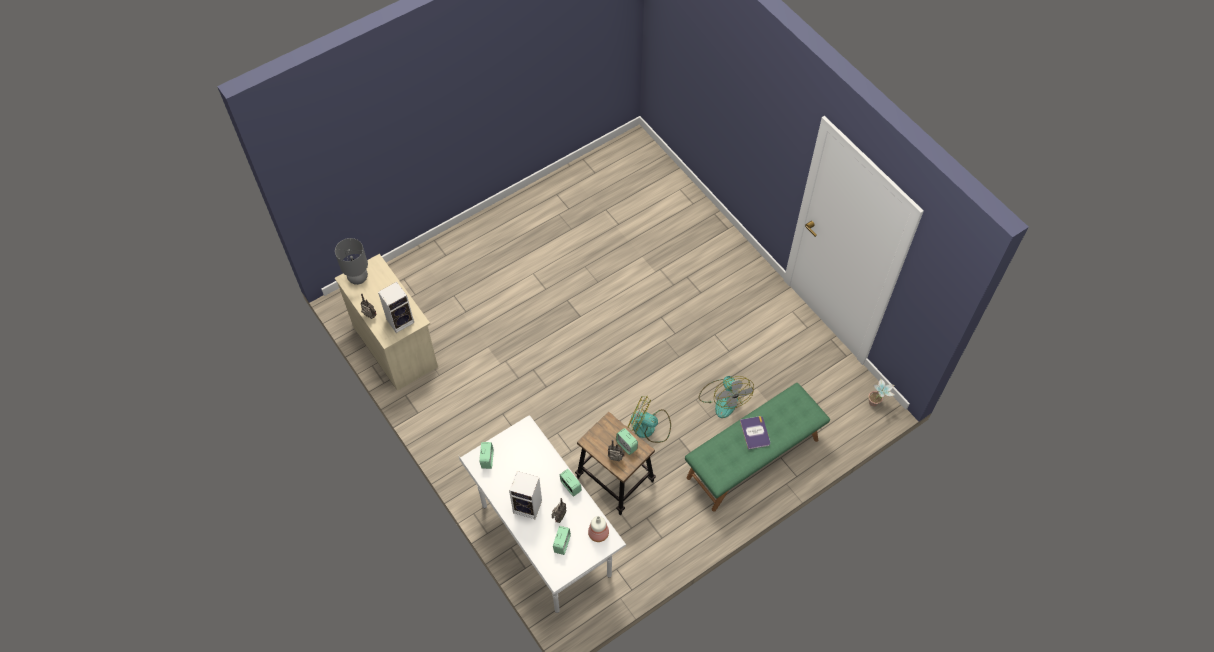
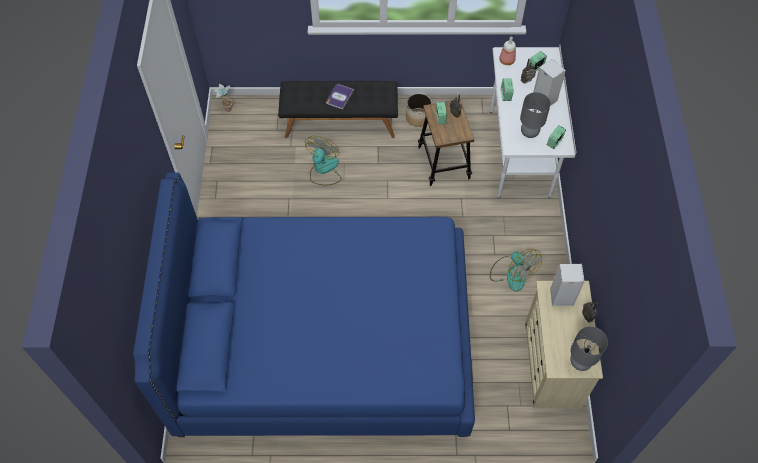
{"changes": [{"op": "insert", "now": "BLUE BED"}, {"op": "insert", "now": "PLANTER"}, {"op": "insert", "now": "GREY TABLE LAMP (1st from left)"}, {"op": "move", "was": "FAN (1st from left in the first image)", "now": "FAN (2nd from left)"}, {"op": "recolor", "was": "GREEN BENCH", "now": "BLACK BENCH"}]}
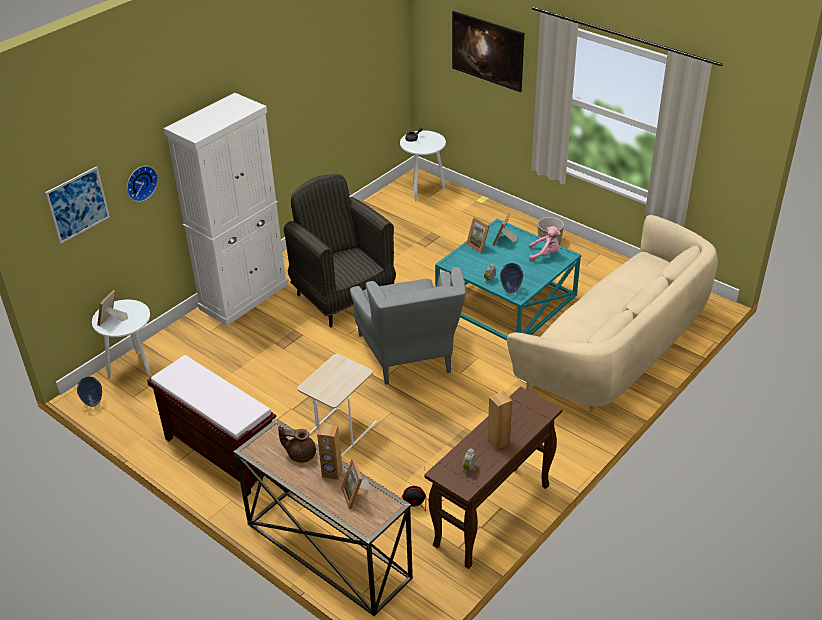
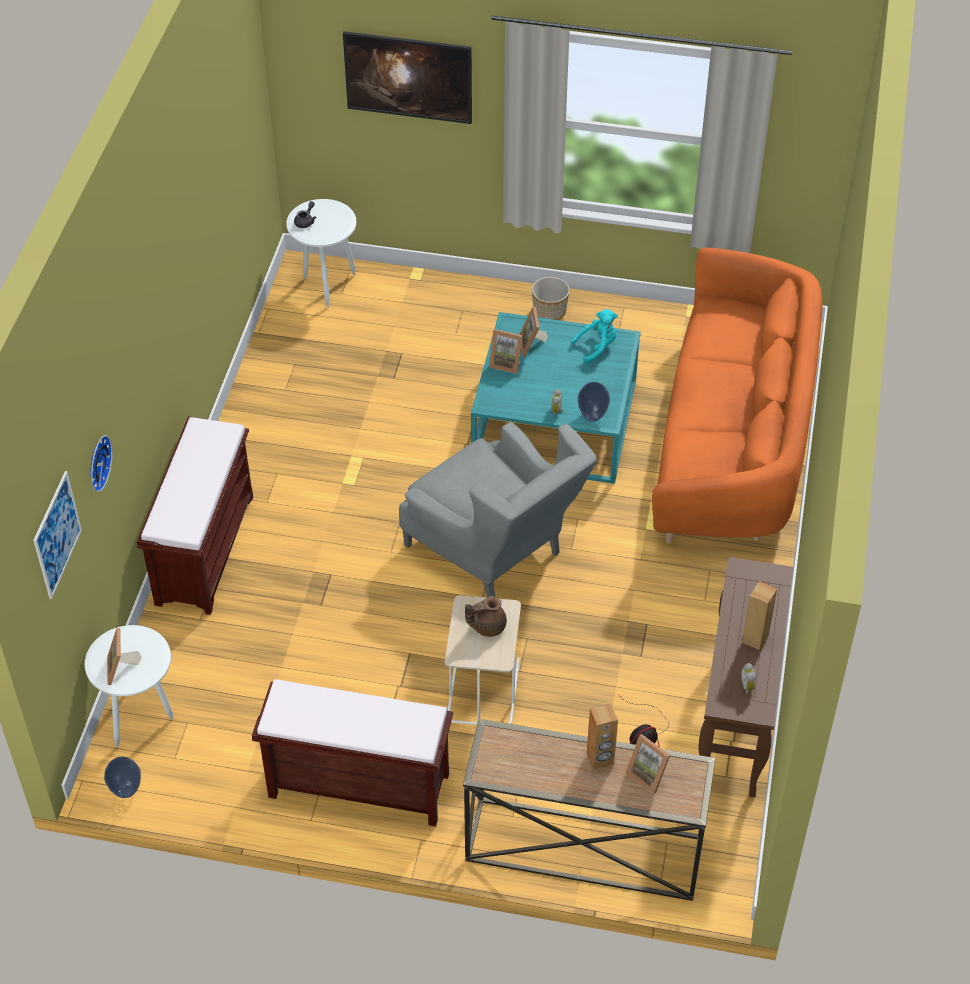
{"changes": [{"op": "delete", "was": "GREY ARMCHAIR (1st from left)"}, {"op": "move", "was": "BROWN TEAPOT"}, {"op": "replace", "was": "WHITE CABINET", "now": "BROWN BENCH (1st from left)"}, {"op": "recolor", "was": "BEIGE SOFA", "now": "ORANGE SOFA"}, {"op": "recolor", "was": "PINK PLUSH TOY", "now": "TURQUOISE PLUSH TOY"}]}
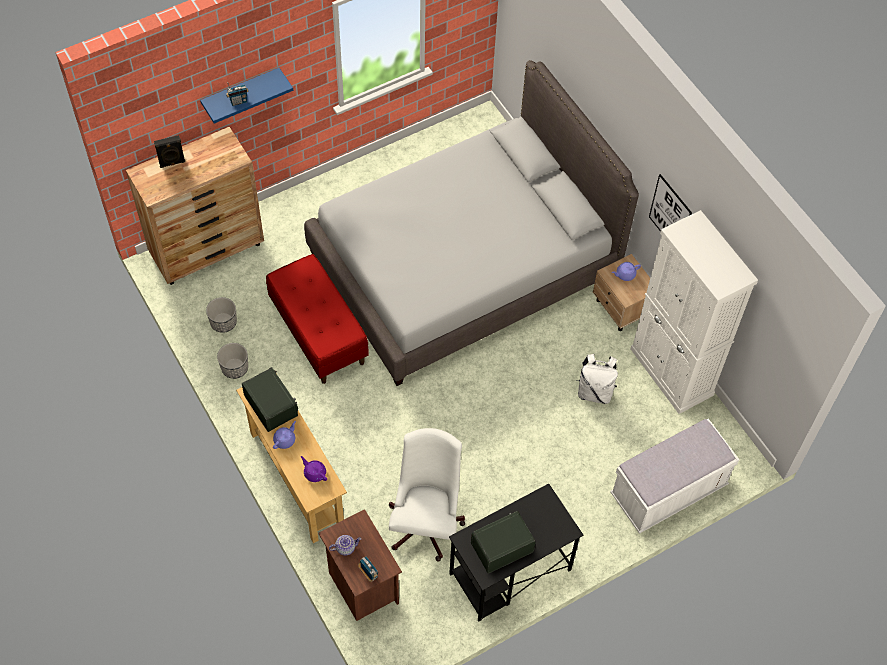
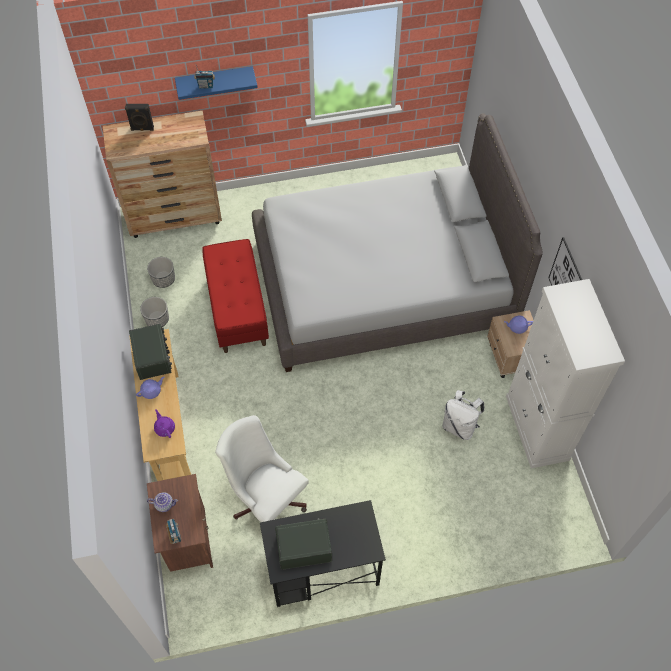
{"changes": [{"op": "delete", "was": "WHITE BENCH"}, {"op": "rotate", "was": "WHITE OFFICE CHAIR", "clockwise": -75}]}
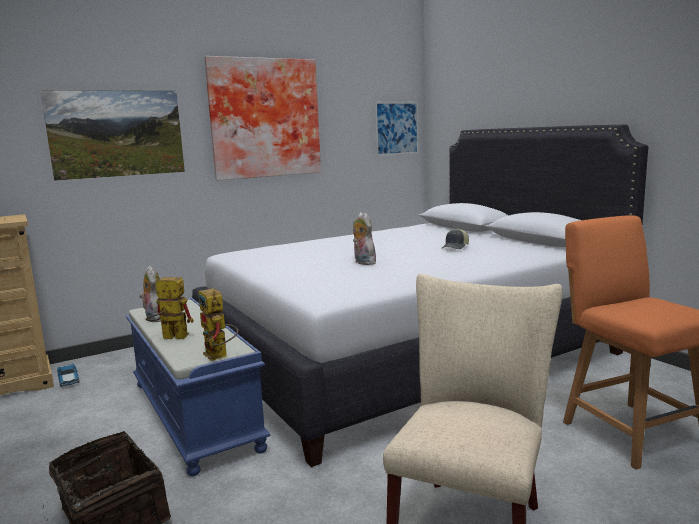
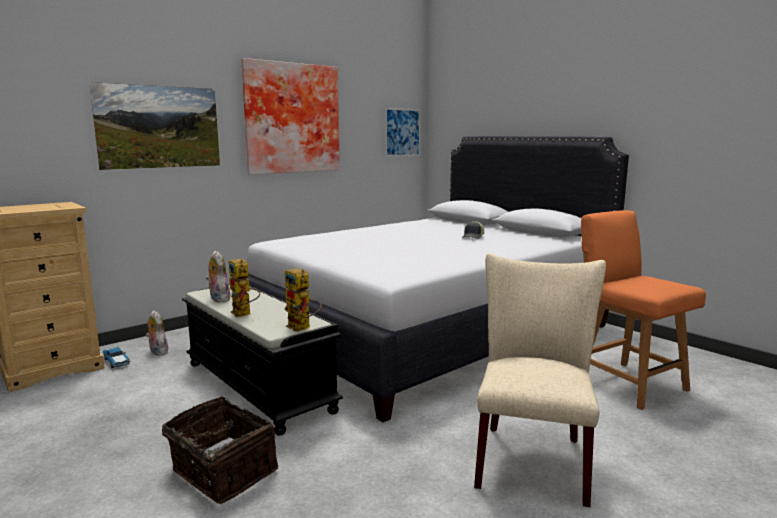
{"changes": [{"op": "move", "was": "PLUSH TOY (2nd from left in the first image)", "now": "PLUSH TOY (1st from left)"}, {"op": "recolor", "was": "BLUE BENCH", "now": "BLACK BENCH"}, {"op": "rotate", "was": "TOY ROBOT (1st from left)", "clockwise": -120}]}
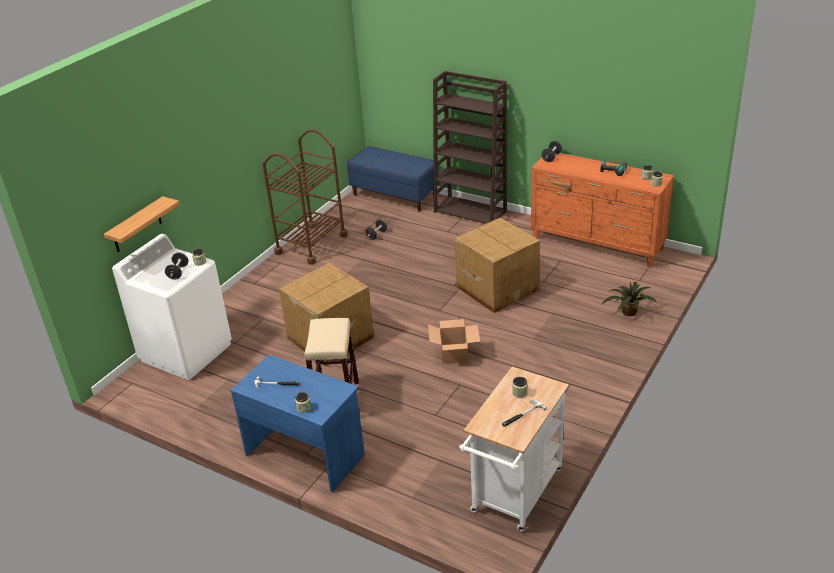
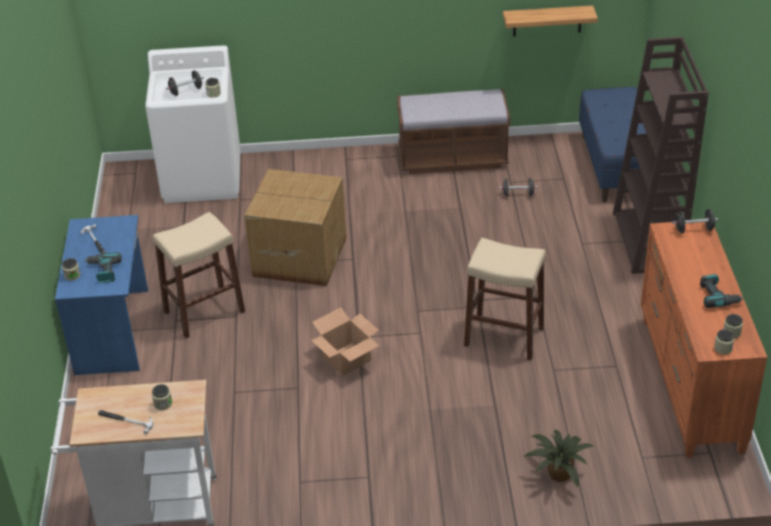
{"changes": [{"op": "insert", "now": "POWER DRILL (1st from left)"}, {"op": "move", "was": "SHELF"}, {"op": "replace", "was": "BROWN CART", "now": "BROWN BENCH"}, {"op": "replace", "was": "CARDBOARD BOX (3rd from left)", "now": "BEIGE STOOL (2nd from left)"}]}
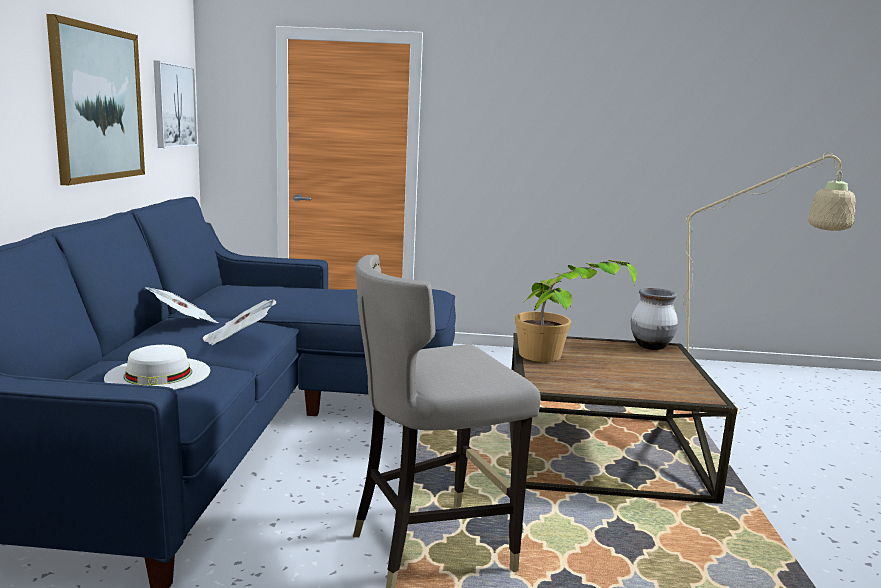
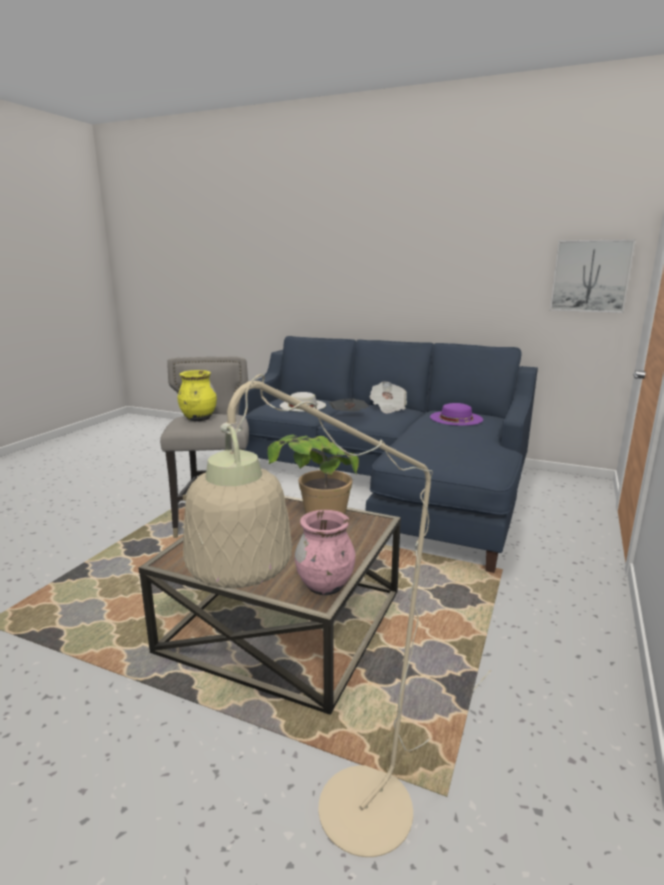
{"changes": [{"op": "delete", "was": "PICTURE (1st from left)"}, {"op": "insert", "now": "YELLOW VASE"}, {"op": "insert", "now": "PURPLE HAT"}, {"op": "recolor", "was": "GREY VASE", "now": "PINK VASE"}]}
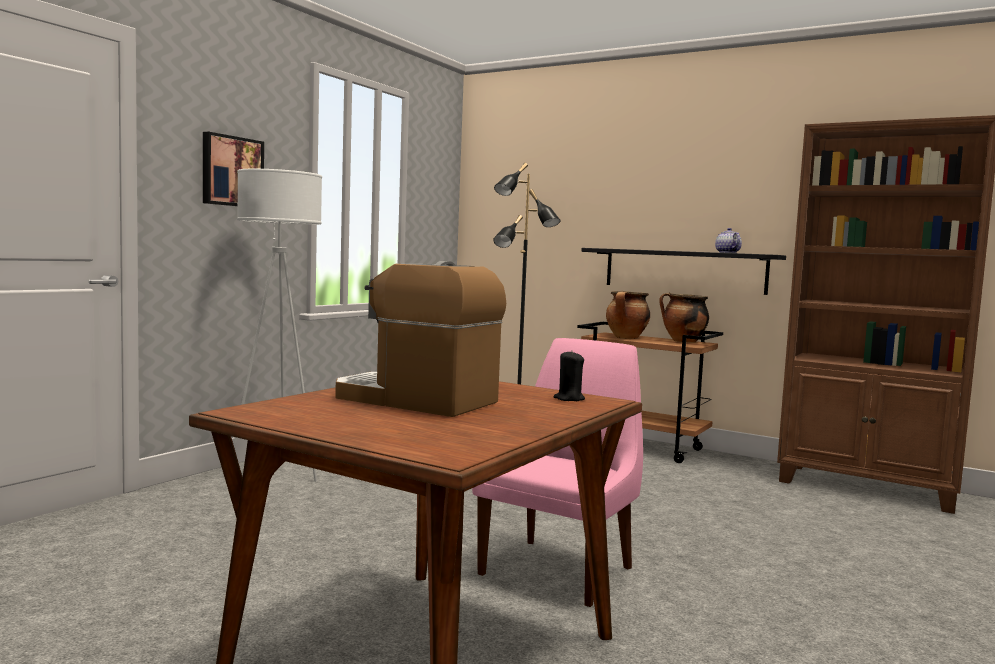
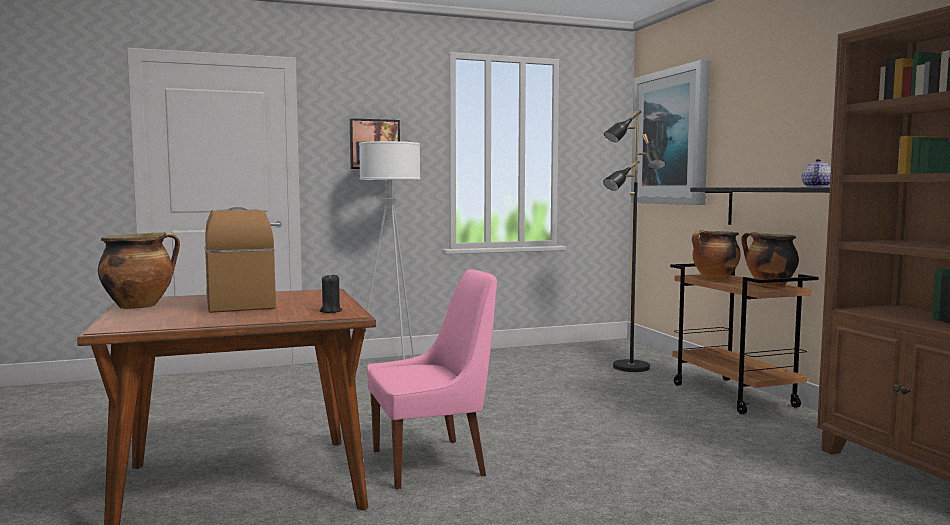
{"changes": [{"op": "insert", "now": "COOKING POT (1st from left)"}, {"op": "insert", "now": "PICTURE (2nd from left)"}]}
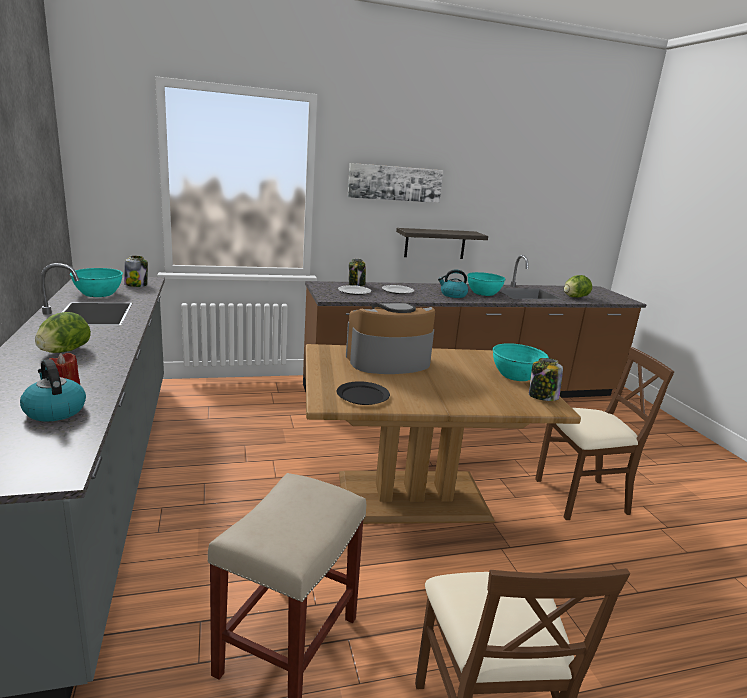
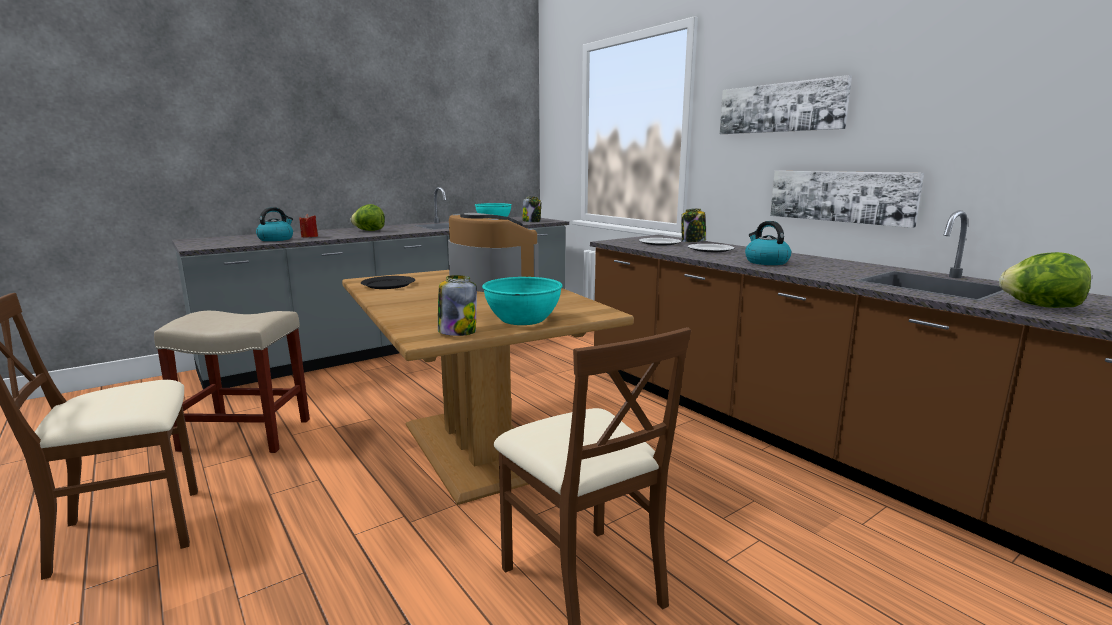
{"changes": [{"op": "delete", "was": "TURQUOISE BOWL (2nd from left)"}, {"op": "replace", "was": "SHELF", "now": "PICTURE (2nd from left)"}]}
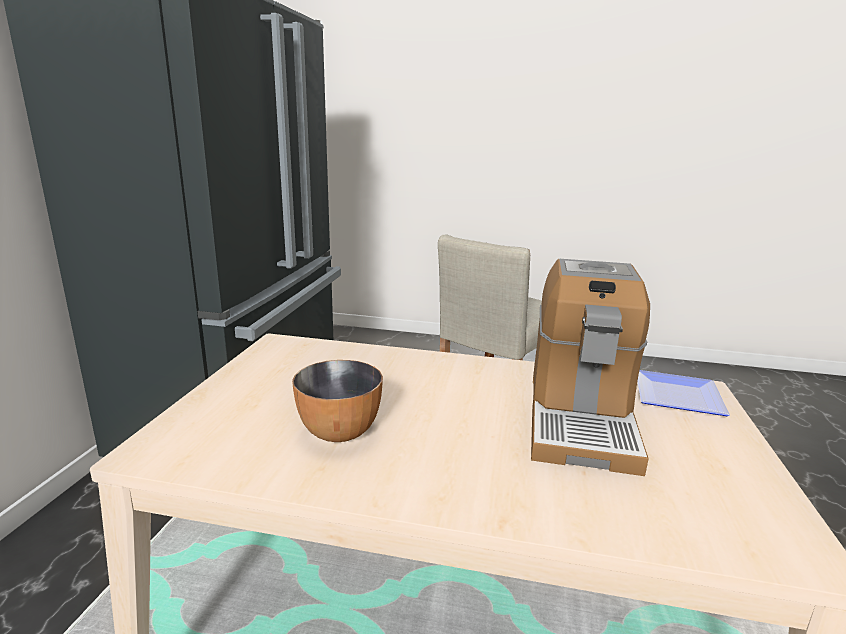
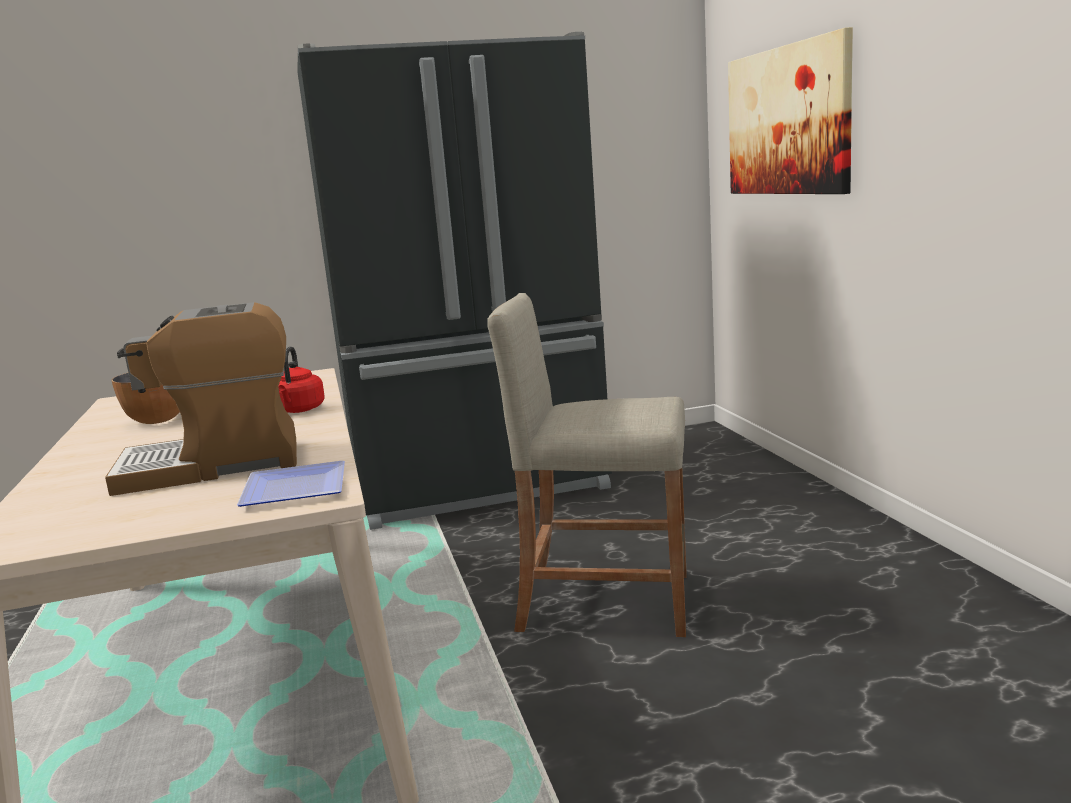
{"changes": [{"op": "insert", "now": "RED KETTLE"}, {"op": "insert", "now": "PICTURE"}]}
